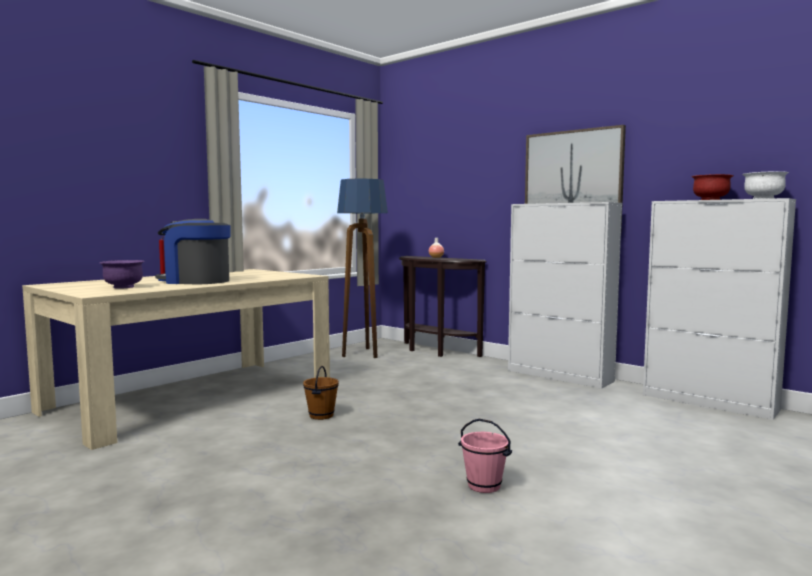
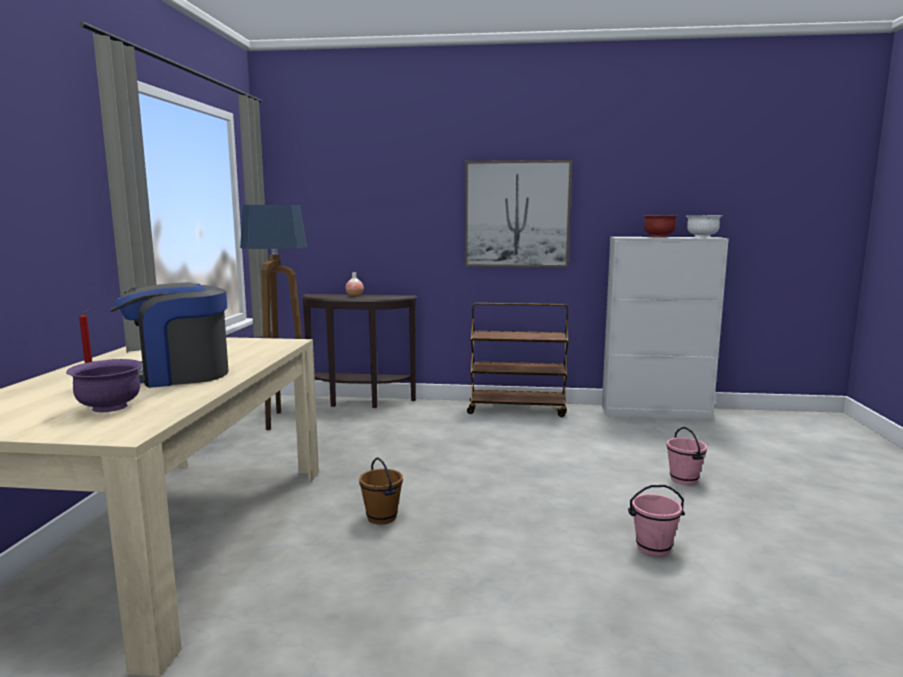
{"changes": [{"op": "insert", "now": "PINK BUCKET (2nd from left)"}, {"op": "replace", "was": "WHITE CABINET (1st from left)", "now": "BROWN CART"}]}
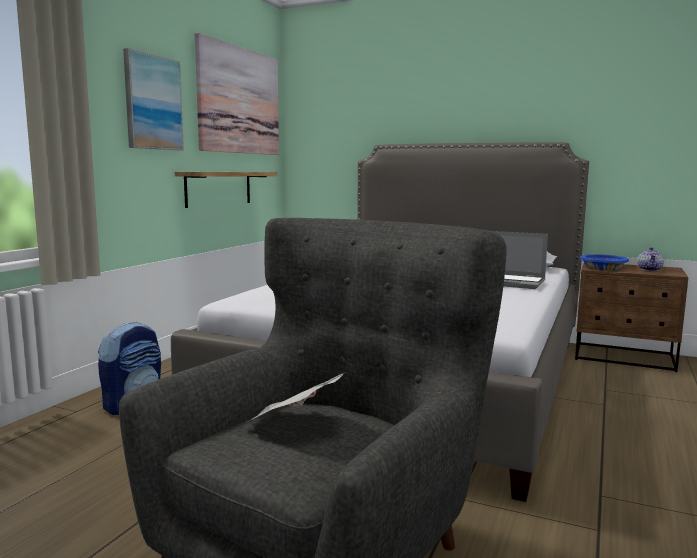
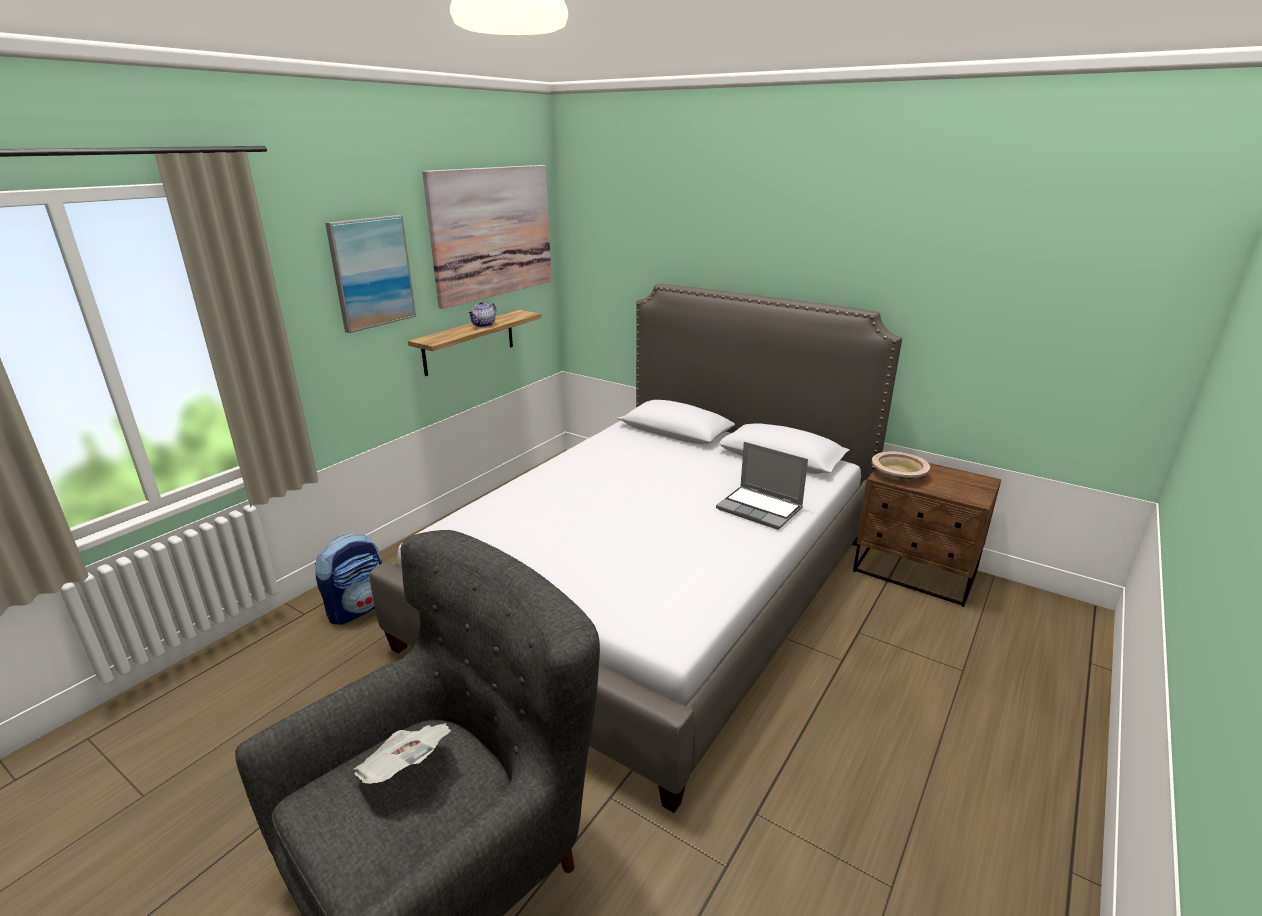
{"changes": [{"op": "move", "was": "TEAPOT"}, {"op": "recolor", "was": "BLUE BOWL", "now": "BEIGE BOWL"}]}
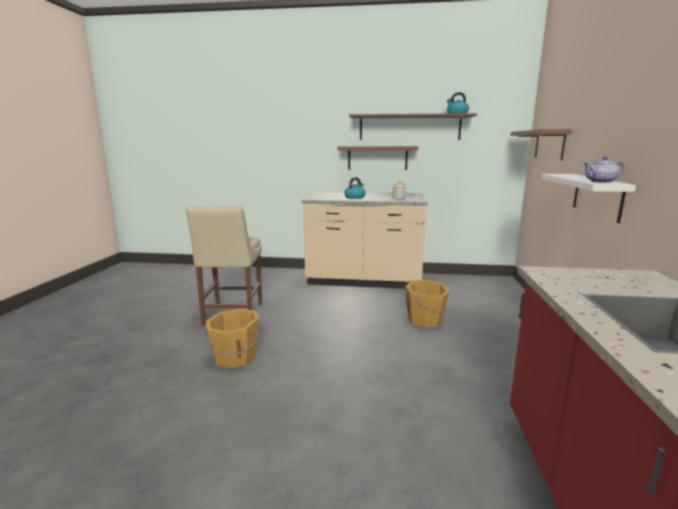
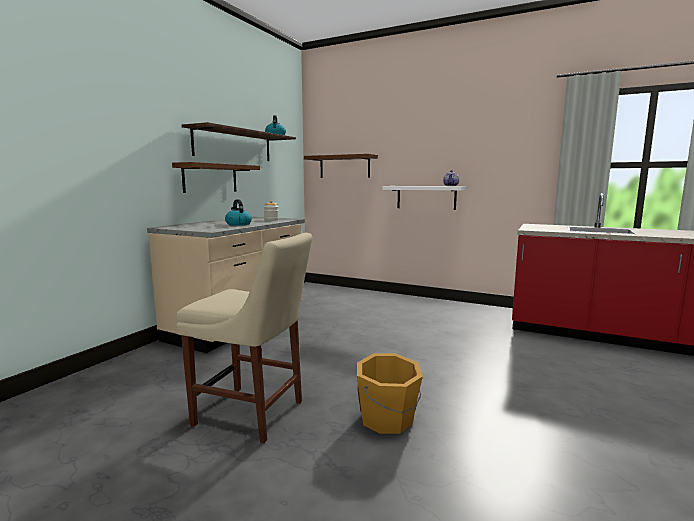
{"changes": [{"op": "delete", "was": "ORANGE BUCKET (2nd from left)"}]}
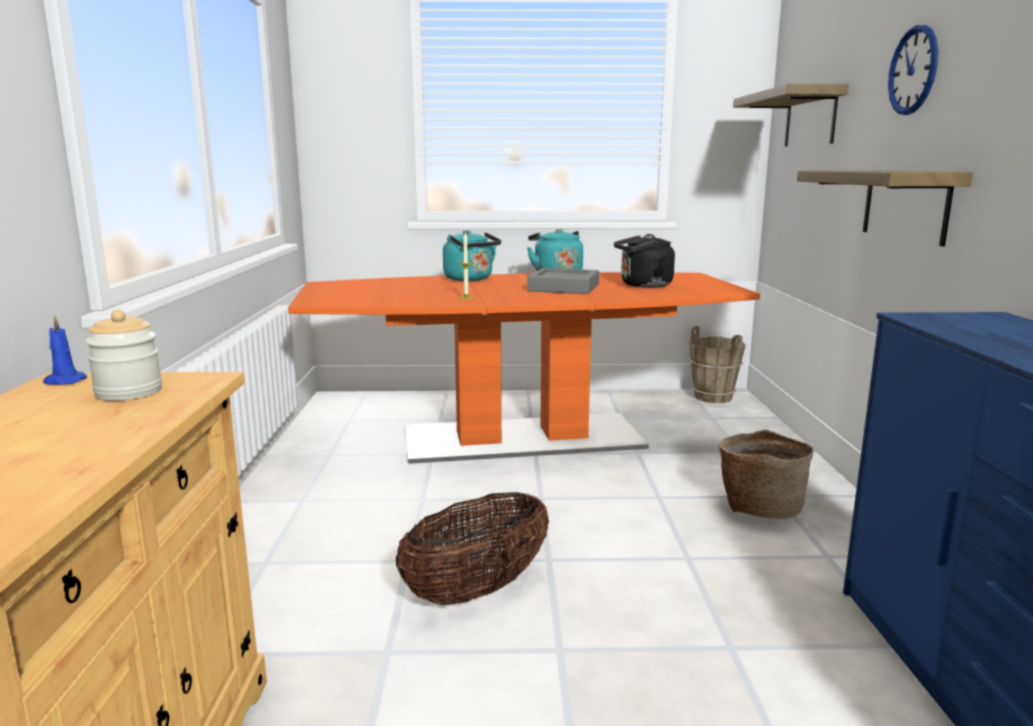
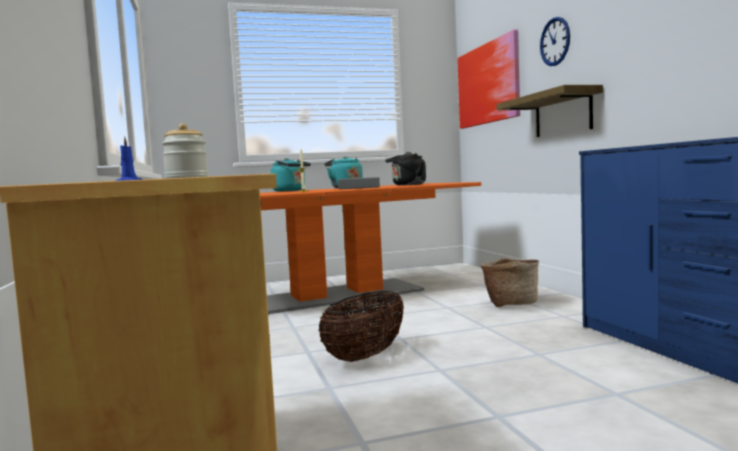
{"changes": [{"op": "delete", "was": "BROWN BUCKET"}, {"op": "replace", "was": "SHELF (1st from left)", "now": "PICTURE"}]}
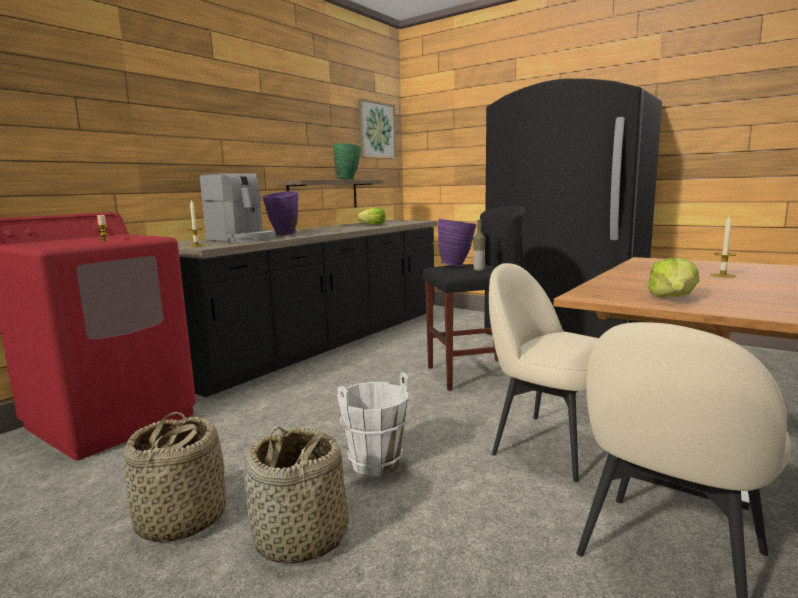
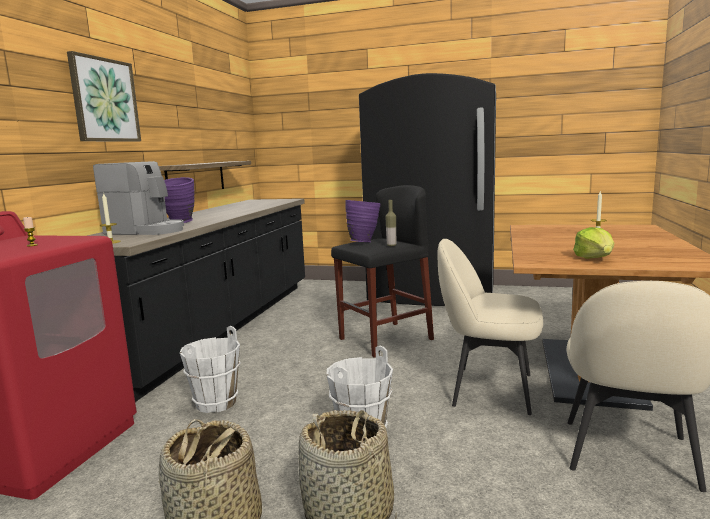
{"changes": [{"op": "delete", "was": "GREEN VASE"}, {"op": "delete", "was": "LETTUCE (1st from left)"}, {"op": "insert", "now": "WHITE BUCKET (1st from left)"}, {"op": "move", "was": "PICTURE"}]}
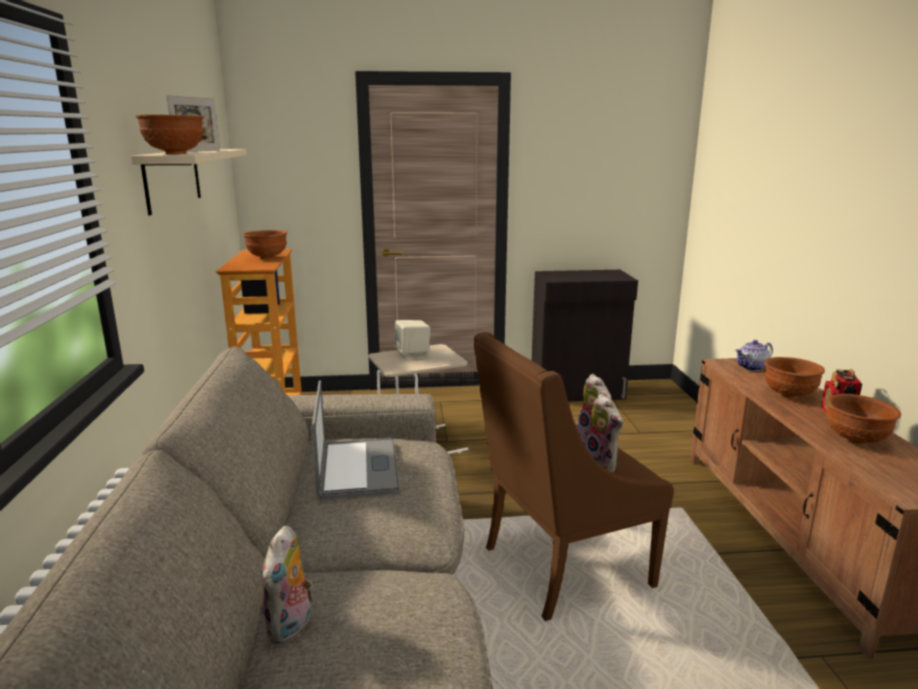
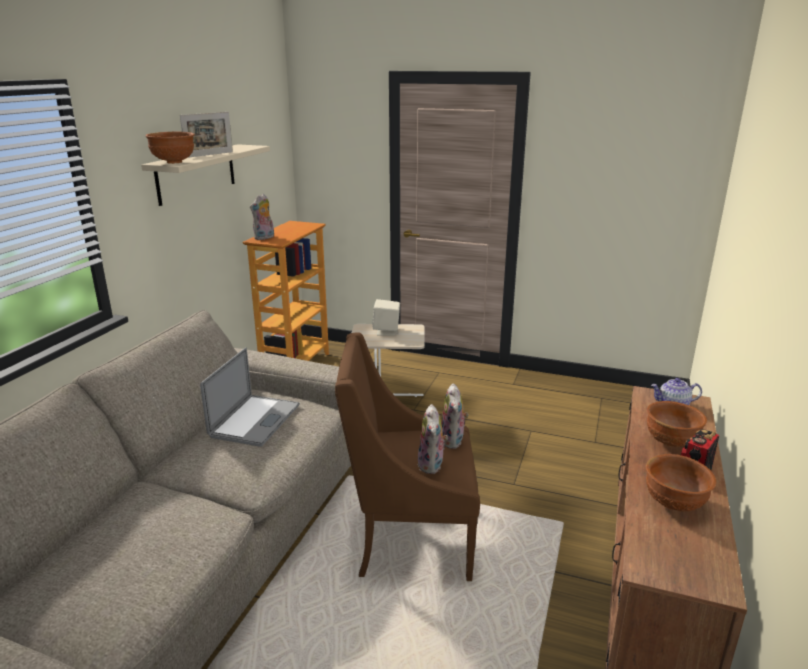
{"changes": [{"op": "delete", "was": "BROWN BOWL (2nd from left)"}, {"op": "delete", "was": "BLACK CABINET"}, {"op": "move", "was": "PLUSH TOY (1st from left)"}]}
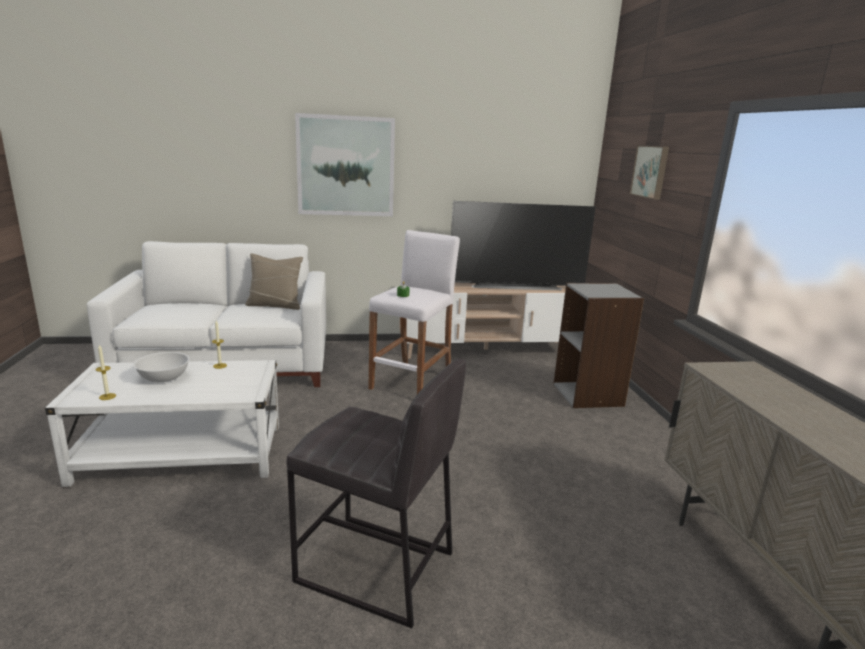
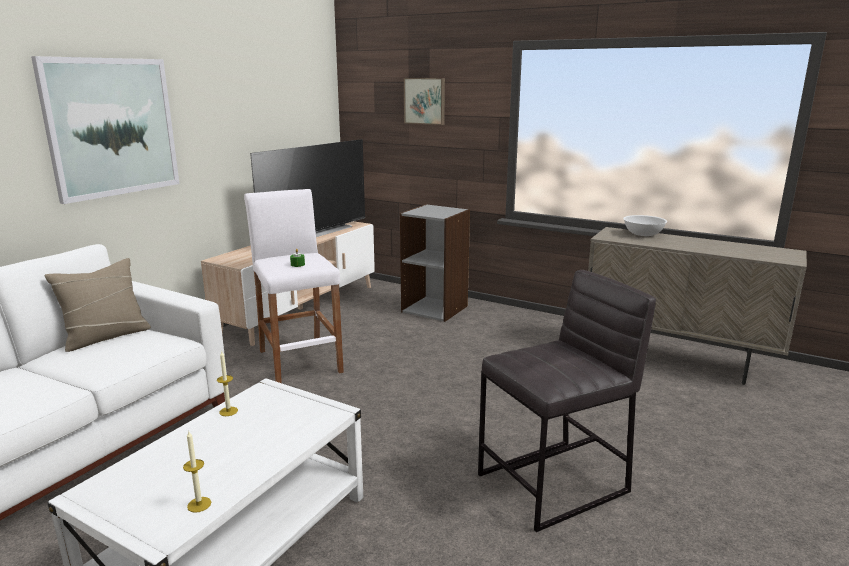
{"changes": [{"op": "move", "was": "WHITE BOWL"}]}
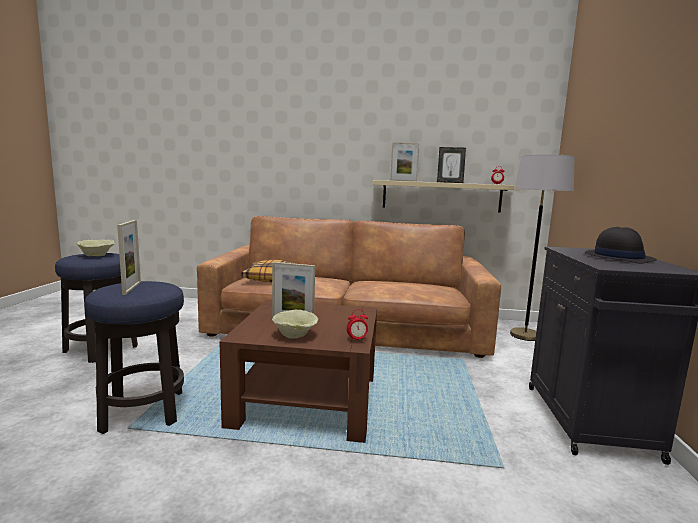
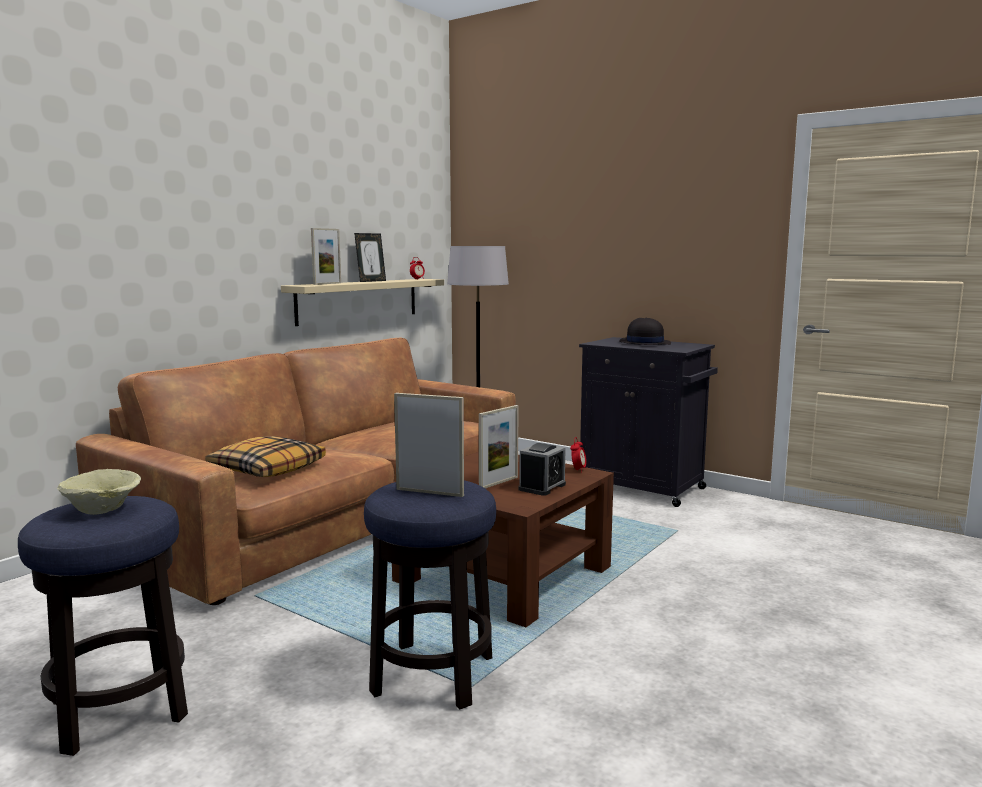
{"changes": [{"op": "replace", "was": "BEIGE BOWL (2nd from left)", "now": "ALARM CLOCK (2nd from left)"}]}
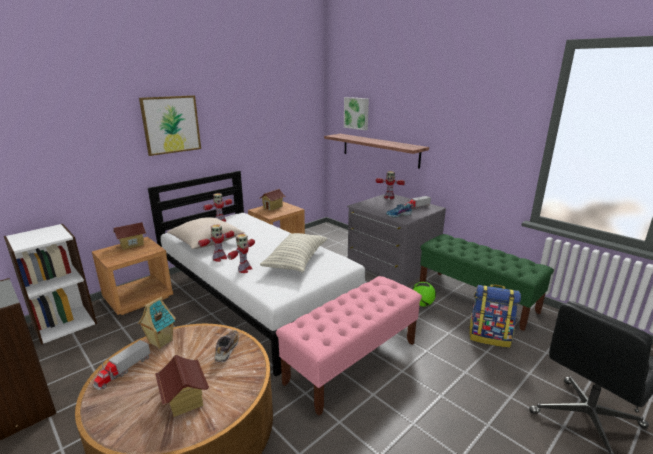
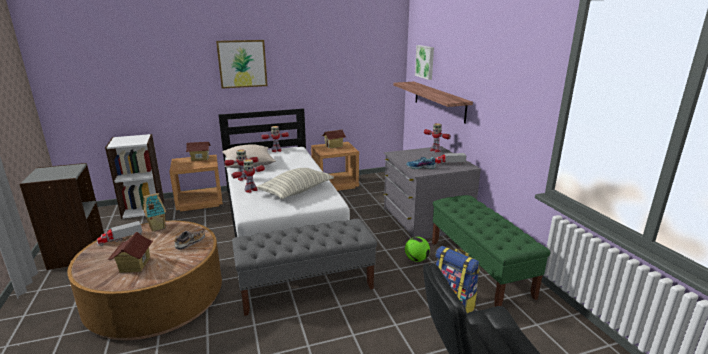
{"changes": [{"op": "recolor", "was": "PINK BENCH", "now": "GREY BENCH"}]}
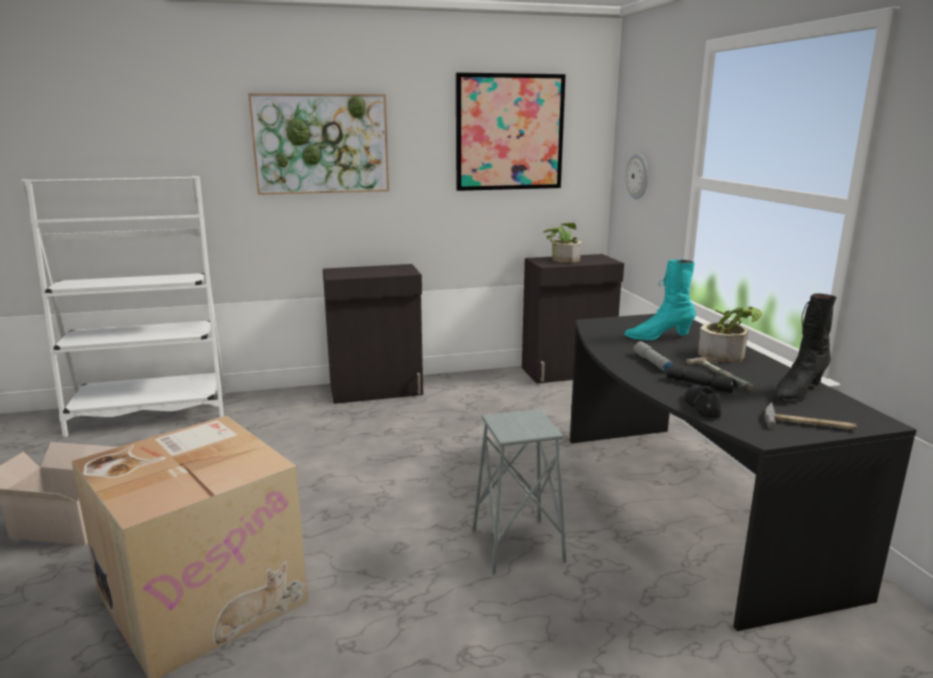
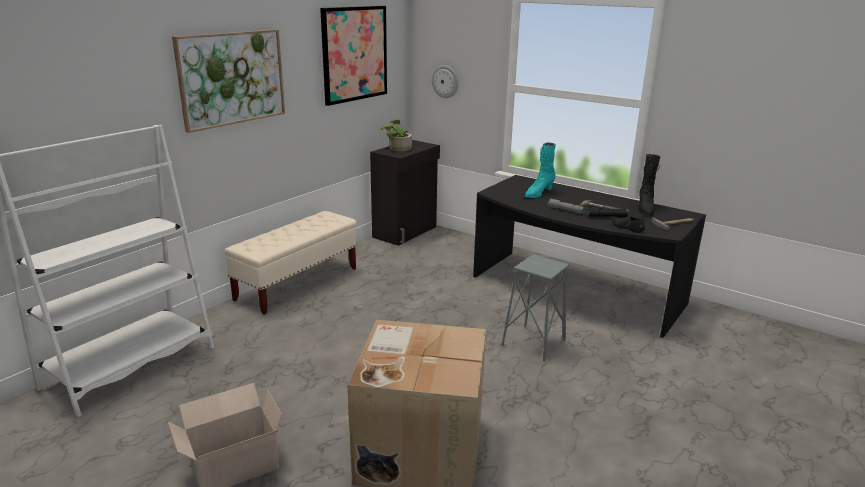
{"changes": [{"op": "delete", "was": "POTTED PLANT (2nd from left)"}, {"op": "replace", "was": "BLACK CABINET (1st from left)", "now": "BEIGE BENCH"}]}
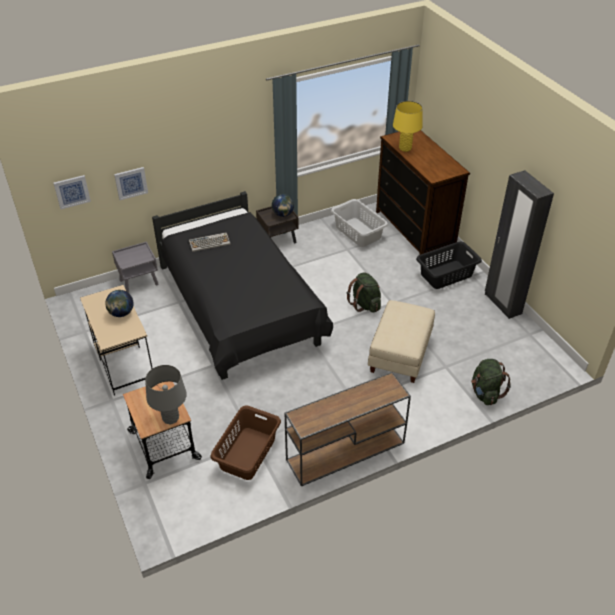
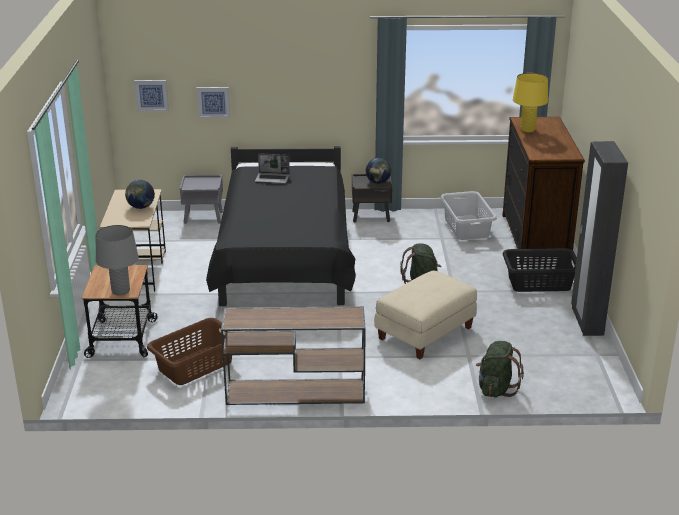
{"changes": [{"op": "replace", "was": "KEYBOARD", "now": "LAPTOP"}]}
